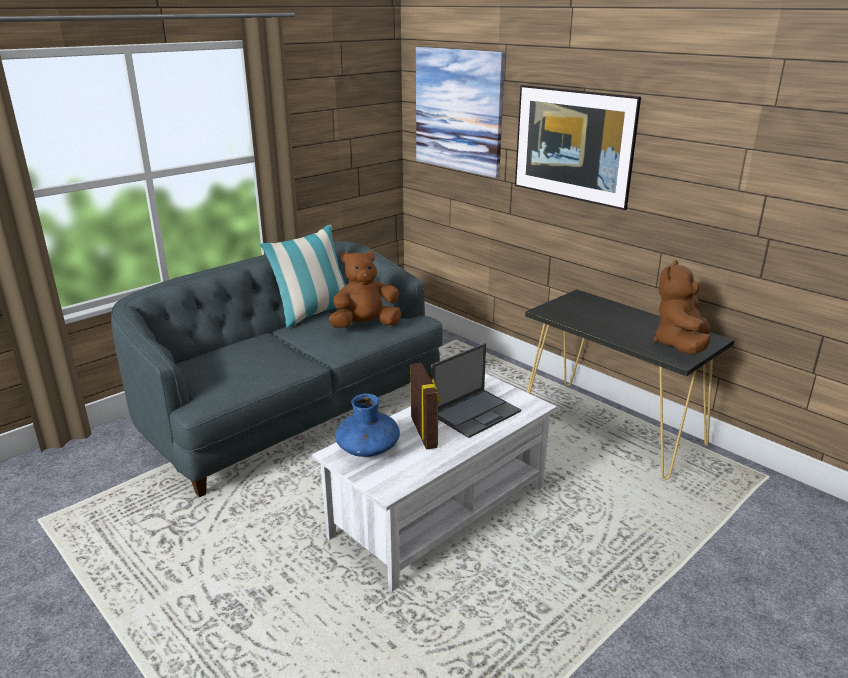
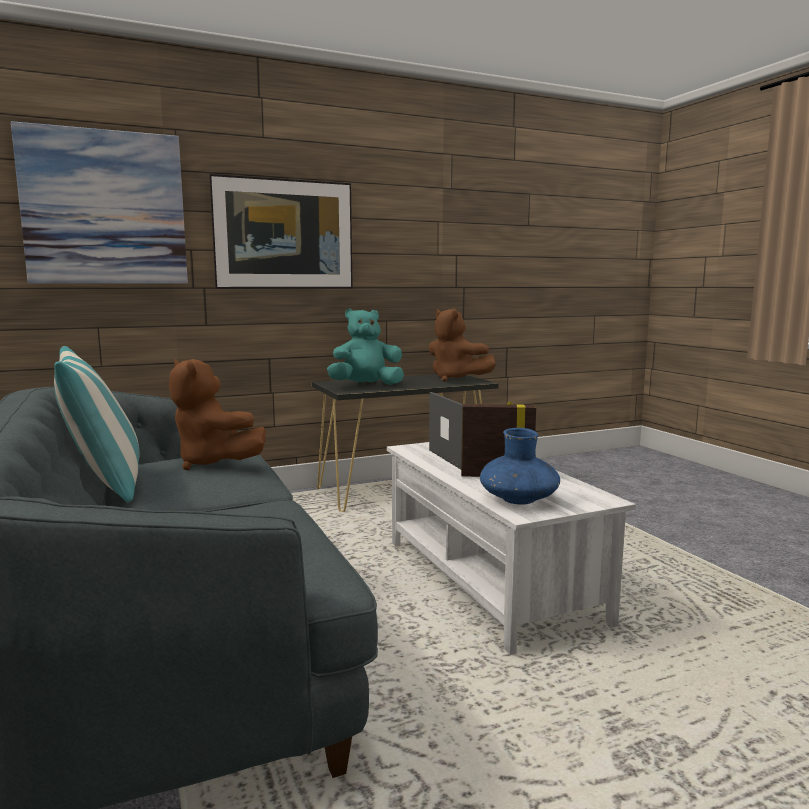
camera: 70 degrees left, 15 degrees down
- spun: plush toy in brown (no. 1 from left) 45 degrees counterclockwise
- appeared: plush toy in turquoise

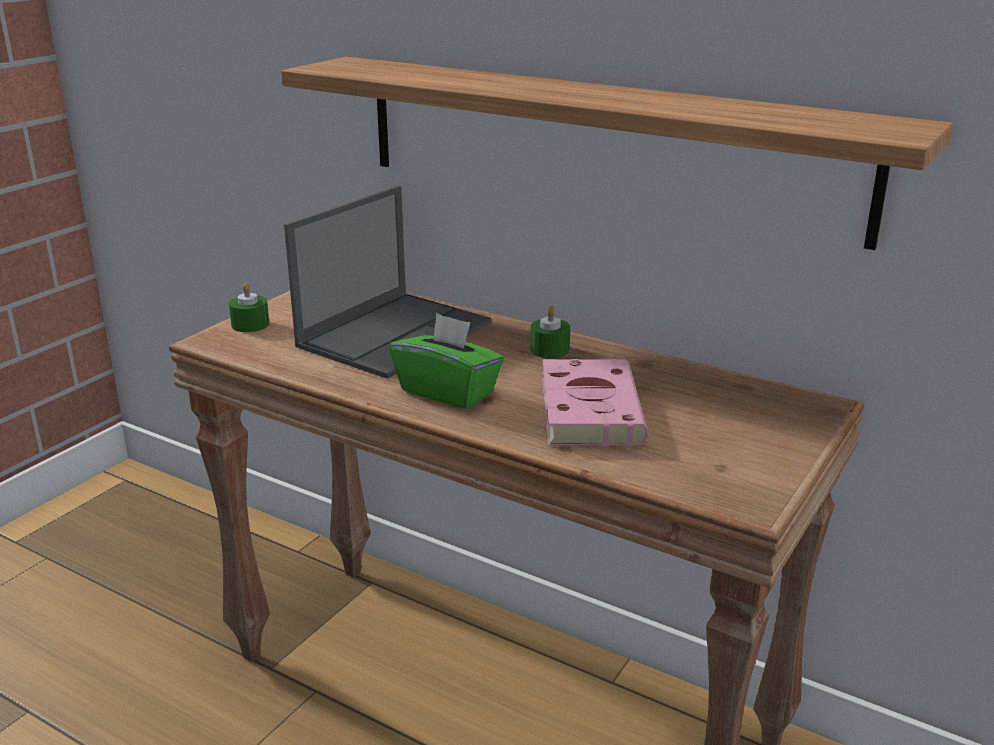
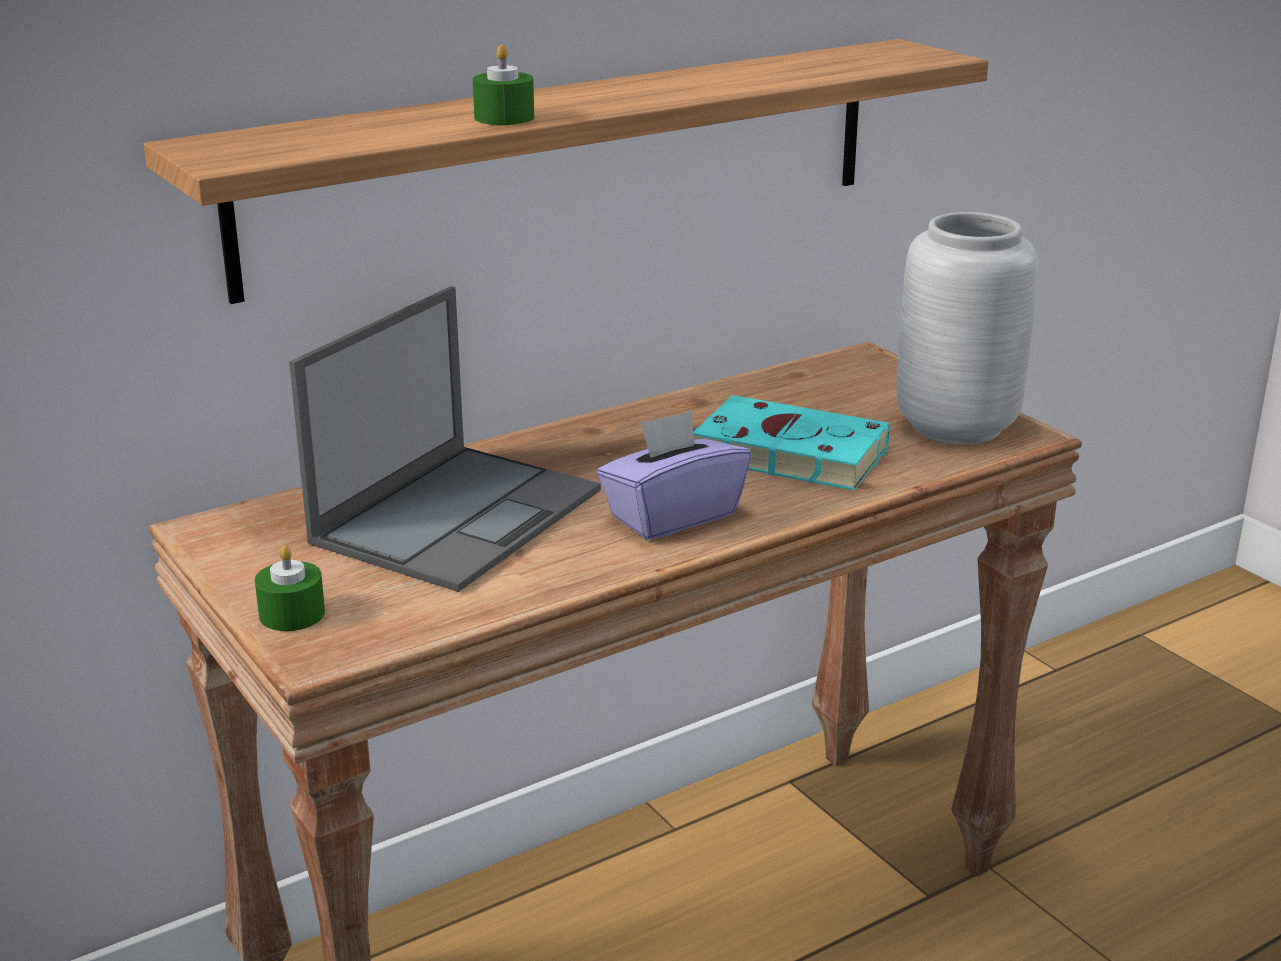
camera: 65 degrees left, 0 degrees up
- spun: laptop 60 degrees clockwise
- relocated: candle in green (no. 2 from left)
- colour: tissue box in green to tissue box in purple
- colour: book in pink to book in turquoise
- appeared: vase in grey

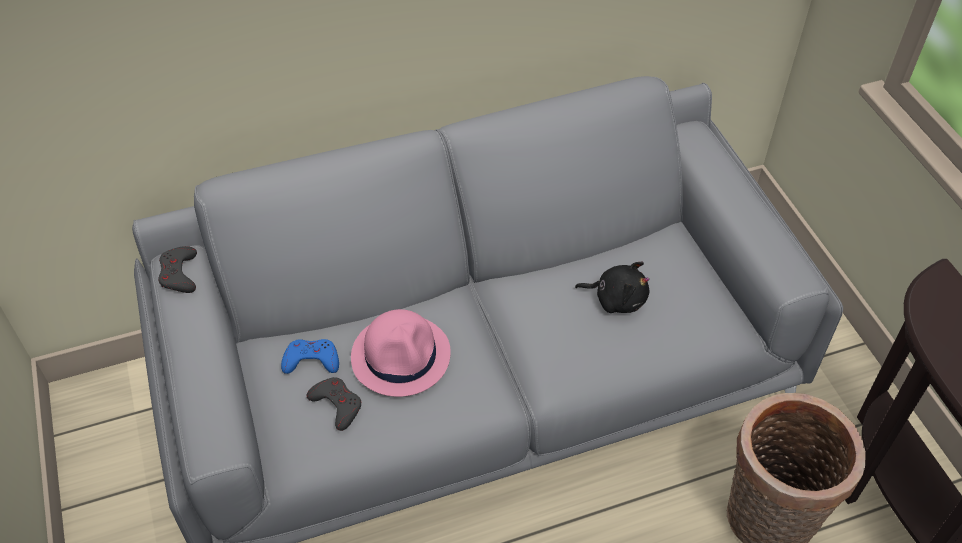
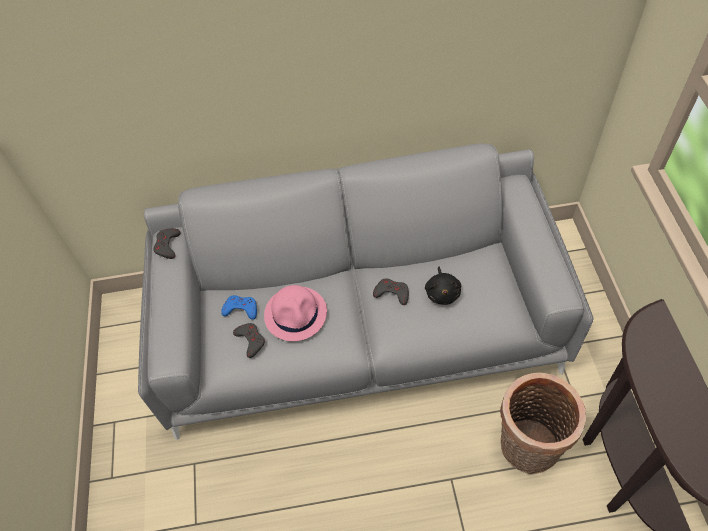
camera: 15 degrees right, 5 degrees up
- appeared: game controller in grey (no. 3 from left)
- spun: plush toy in black 60 degrees clockwise

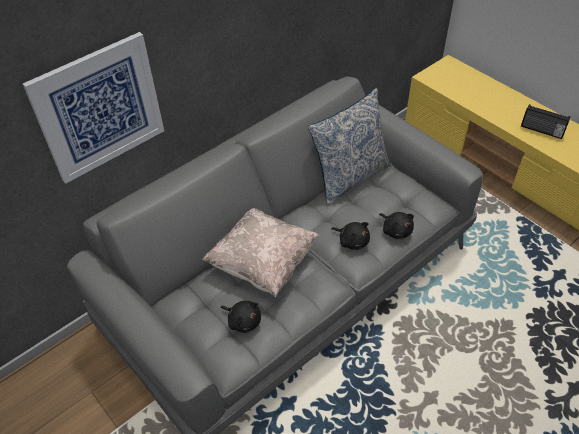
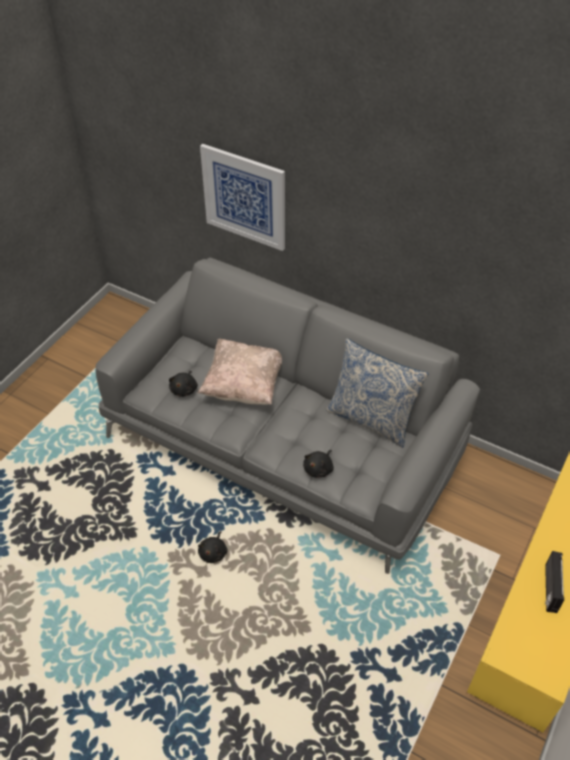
camera: 70 degrees right, 0 degrees up
- relocated: plush toy in black (no. 2 from left)

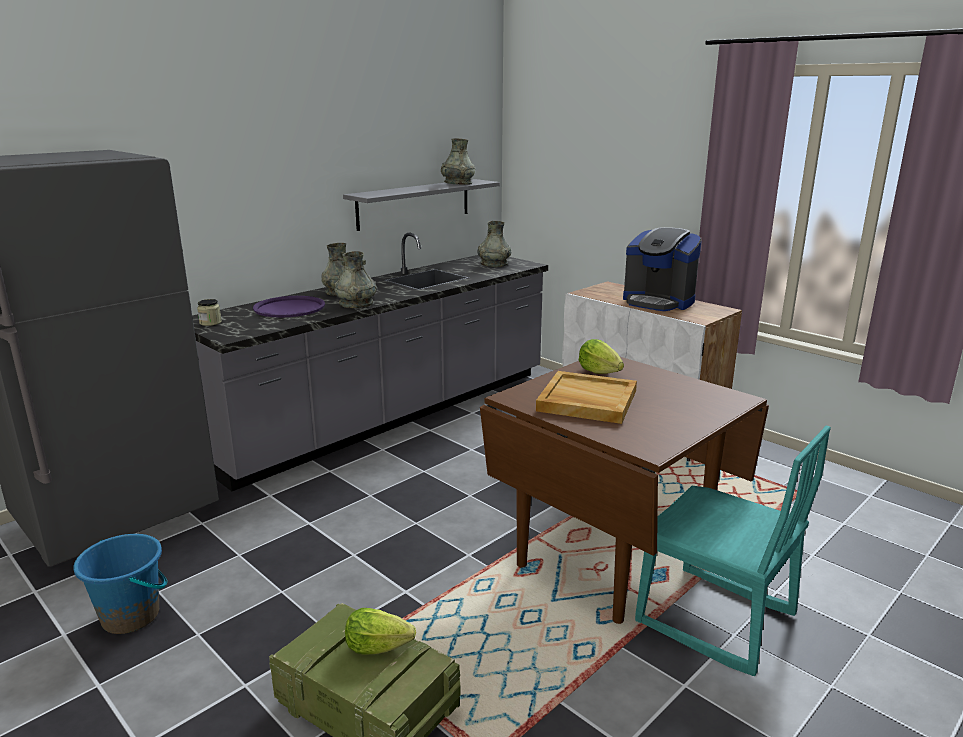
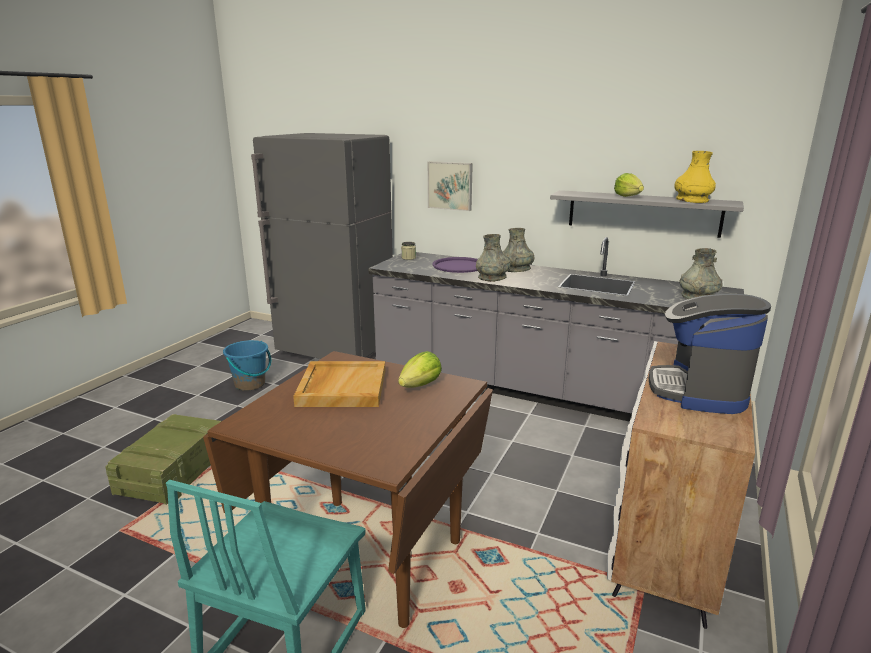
camera: 70 degrees right, 0 degrees up
- appeared: picture
- relocated: lettuce (no. 1 from left in the first image) to lettuce (no. 2 from left)
- colour: vase in grey (no. 3 from left) to vase in yellow

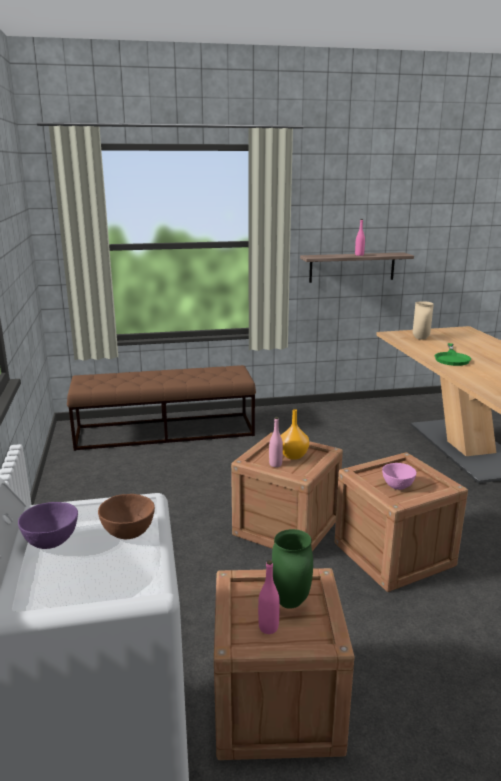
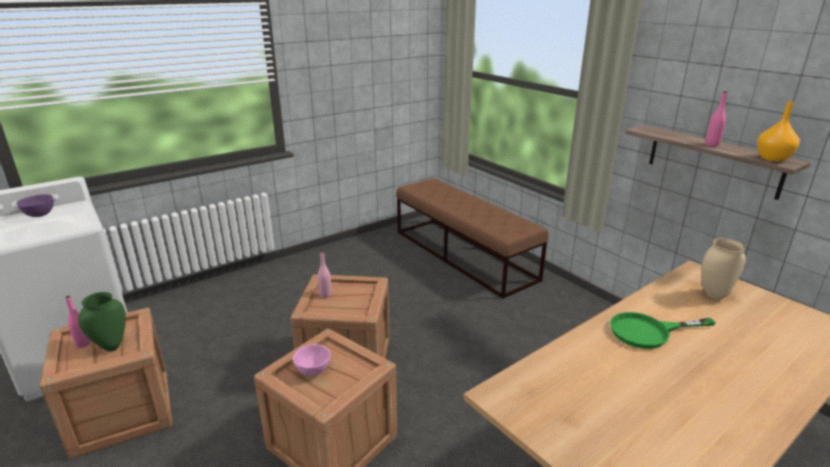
camera: 65 degrees right, 5 degrees up
- relocated: vase in orange
- missing: bowl in brown

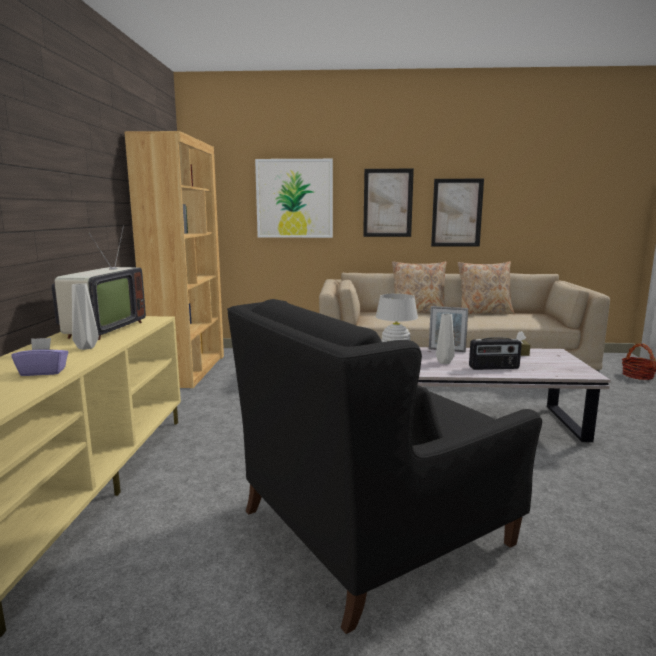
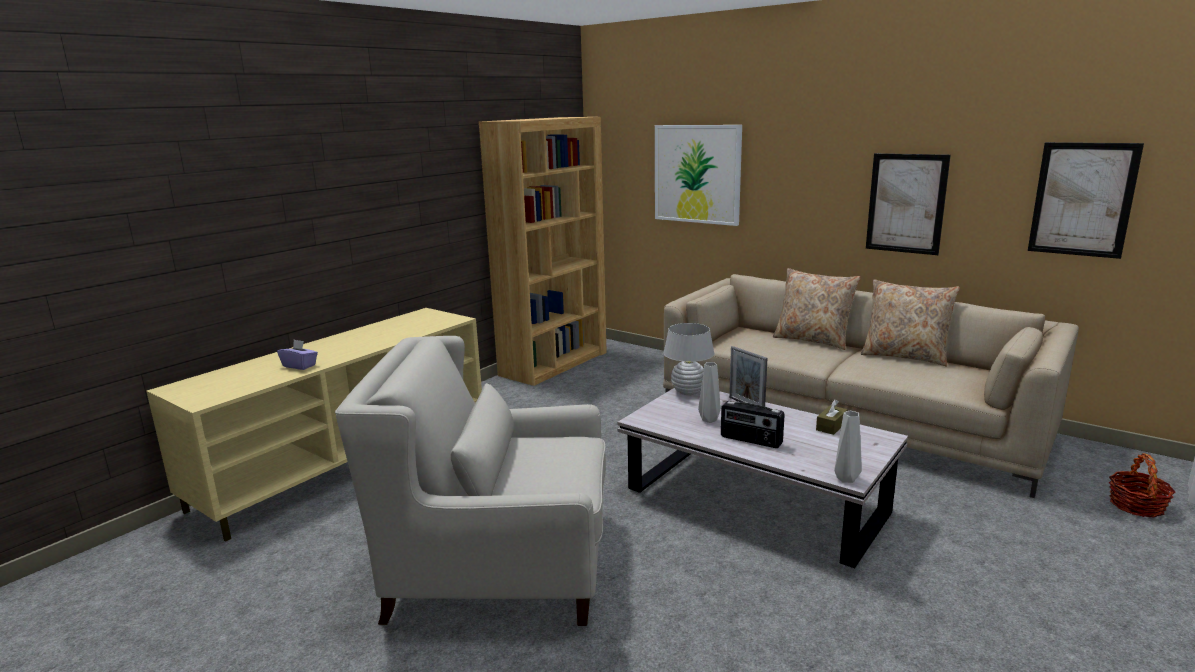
camera: 35 degrees right, 5 degrees up
- colour: armchair in black to armchair in white
- relocated: vase in grey (no. 1 from left in the first image) to vase in grey (no. 2 from left)
- relocated: picture (no. 2 from left in the first image) to picture (no. 3 from left)
- missing: television

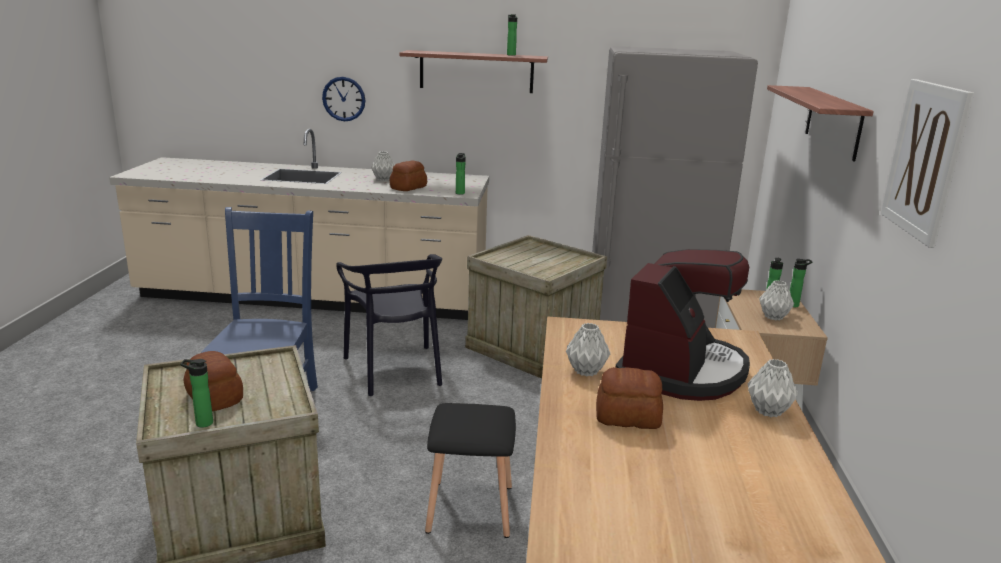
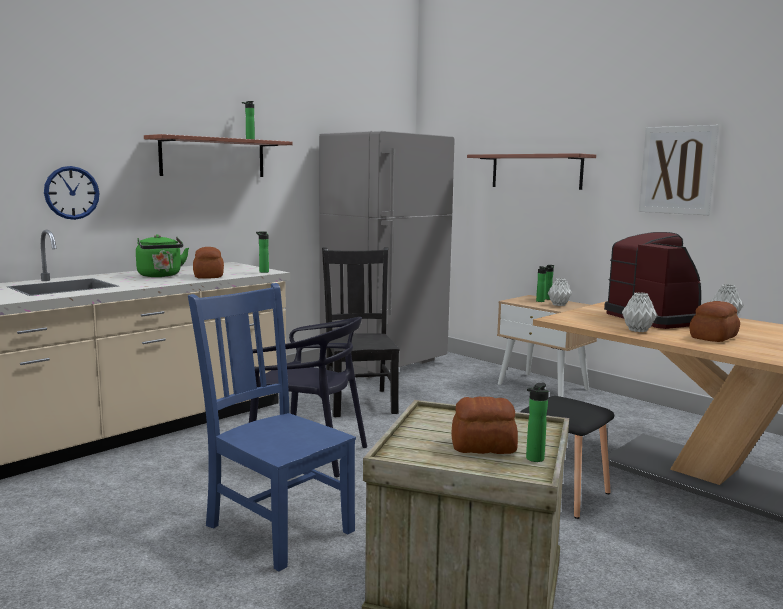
camera: 50 degrees left, 10 degrees down
- exchanged: vase in grey (no. 1 from left) to kettle in green
- exchanged: crate (no. 2 from left) to chair in black (no. 2 from left)

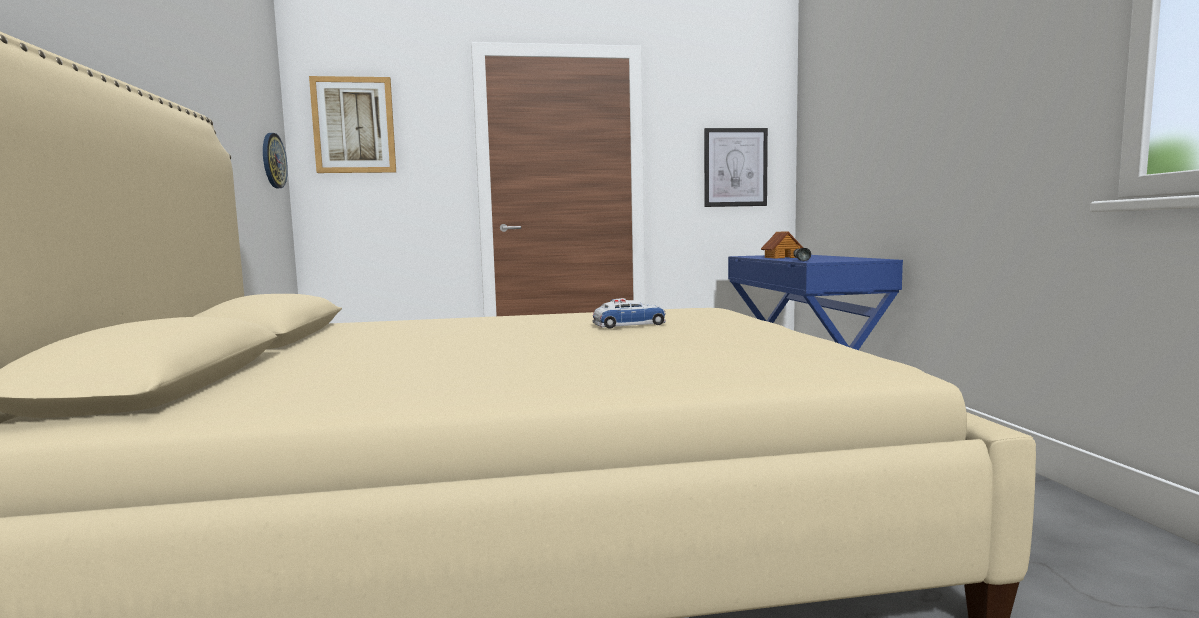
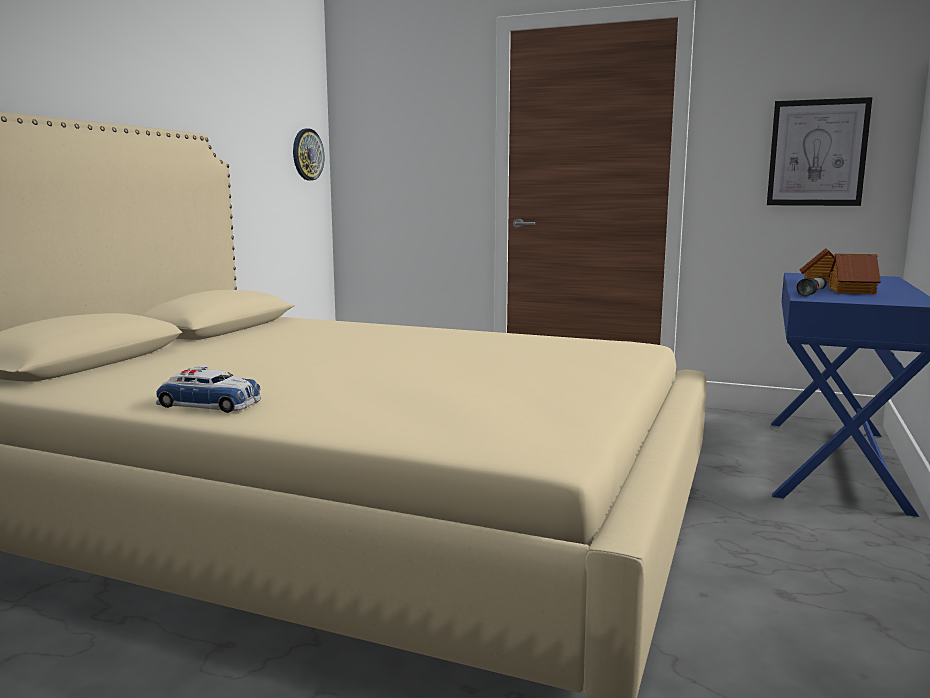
camera: 30 degrees right, 5 degrees up
- relocated: toy car
- appeared: toy house (no. 2 from left)
- missing: picture (no. 1 from left)

